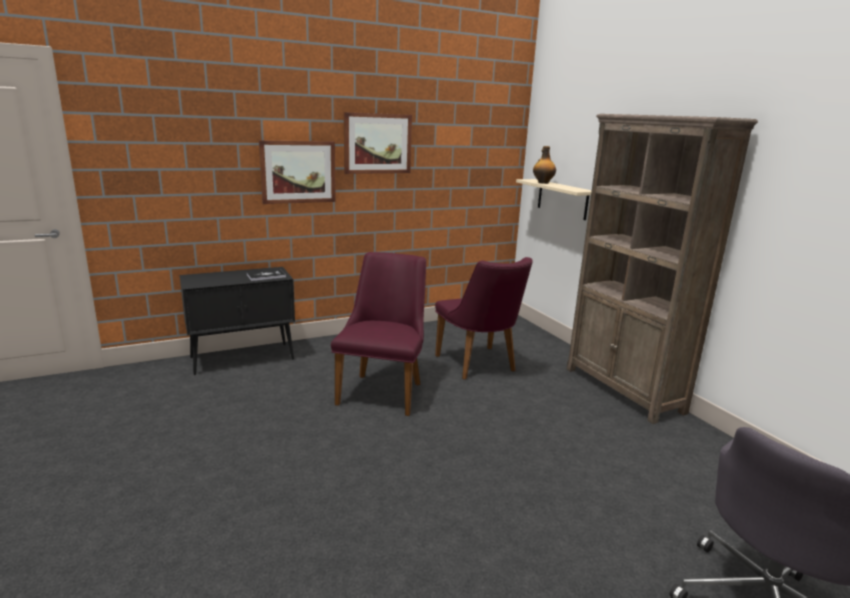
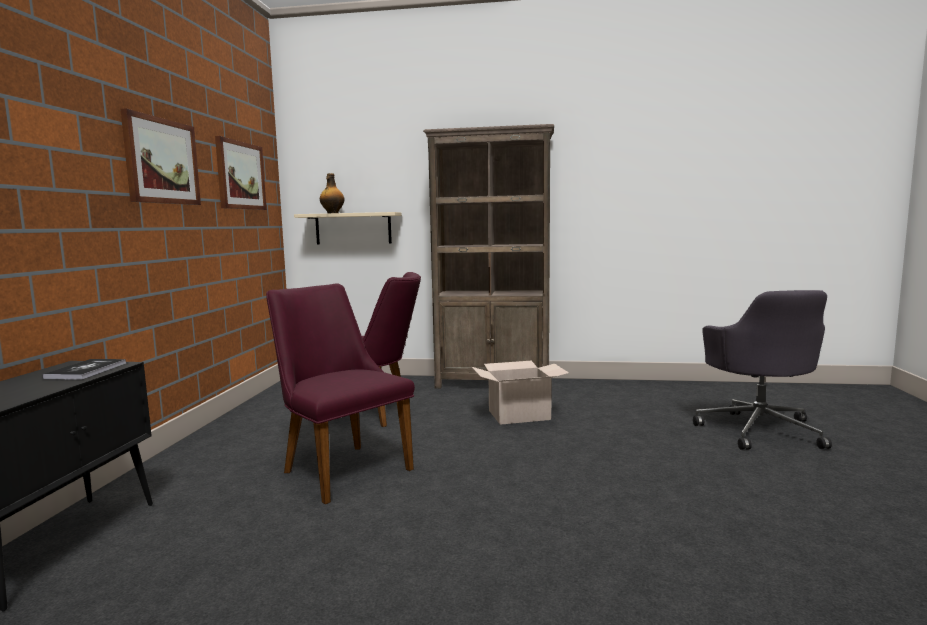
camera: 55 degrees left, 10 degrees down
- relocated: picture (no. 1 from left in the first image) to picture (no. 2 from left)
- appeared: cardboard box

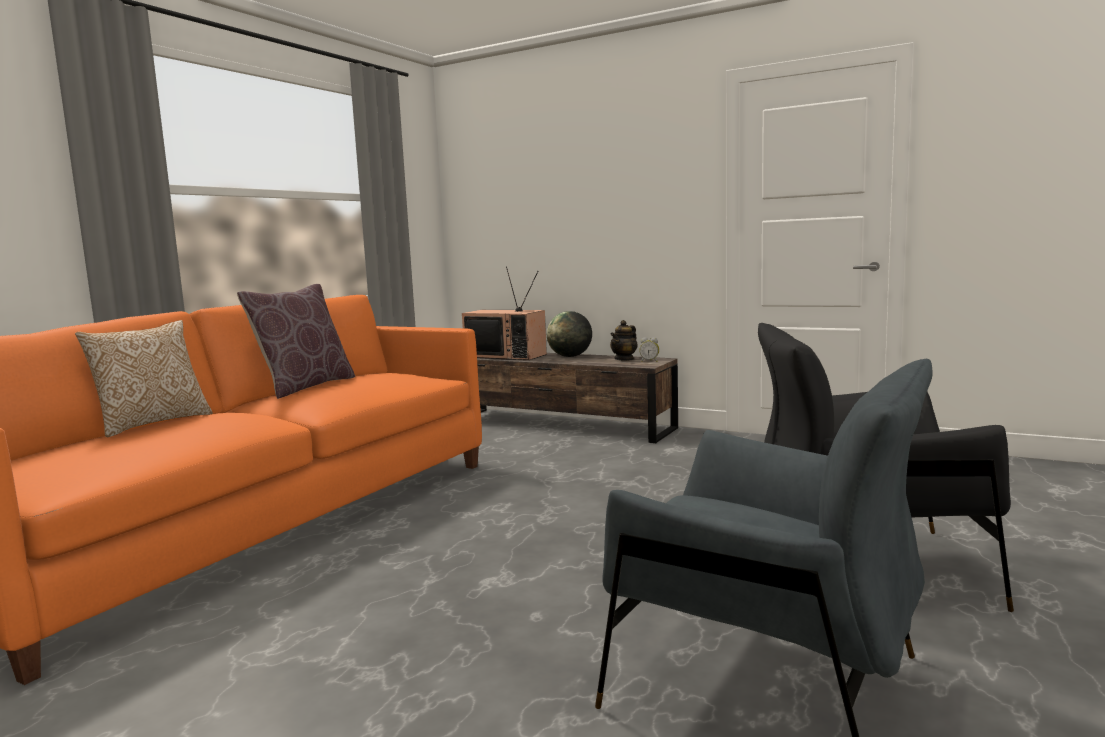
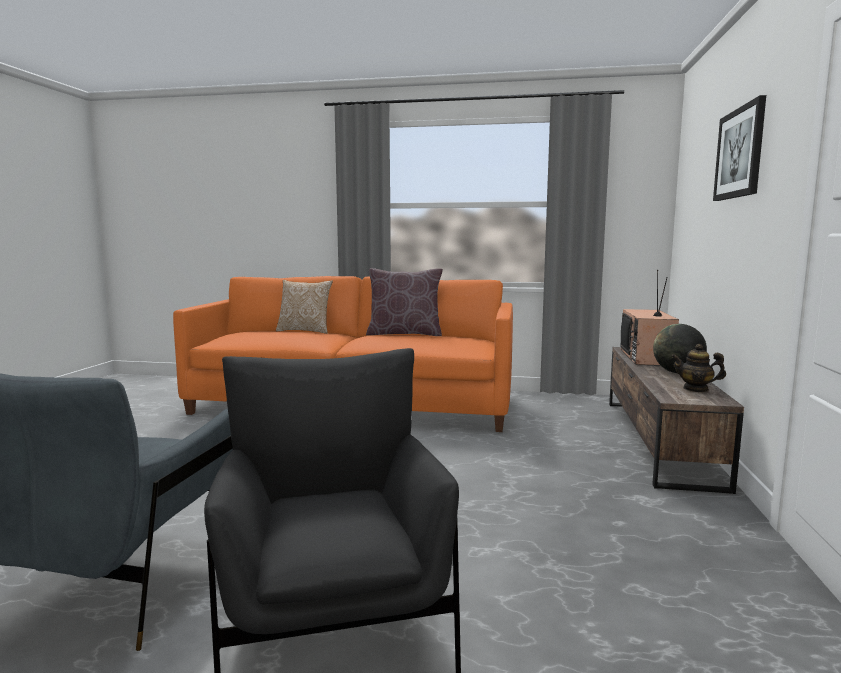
camera: 70 degrees right, 0 degrees up
- appeared: picture
- missing: alarm clock

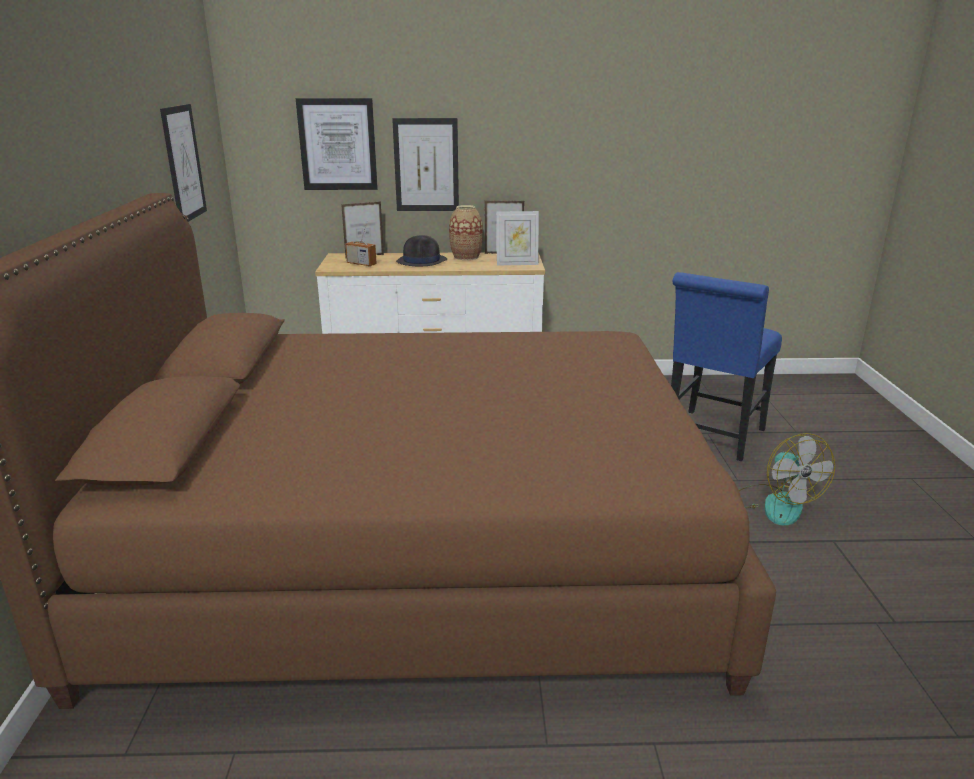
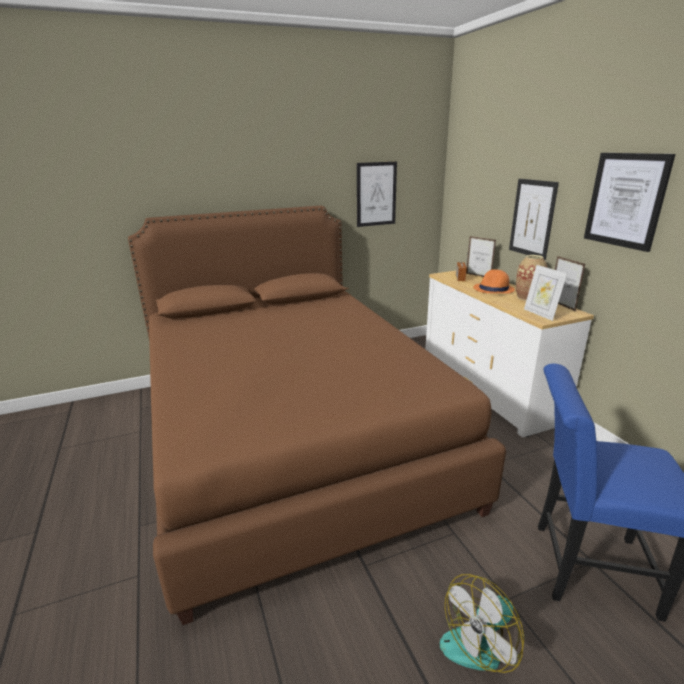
camera: 70 degrees right, 0 degrees up
- colour: hat in black to hat in orange
- relocated: picture (no. 2 from left in the first image) to picture (no. 3 from left)

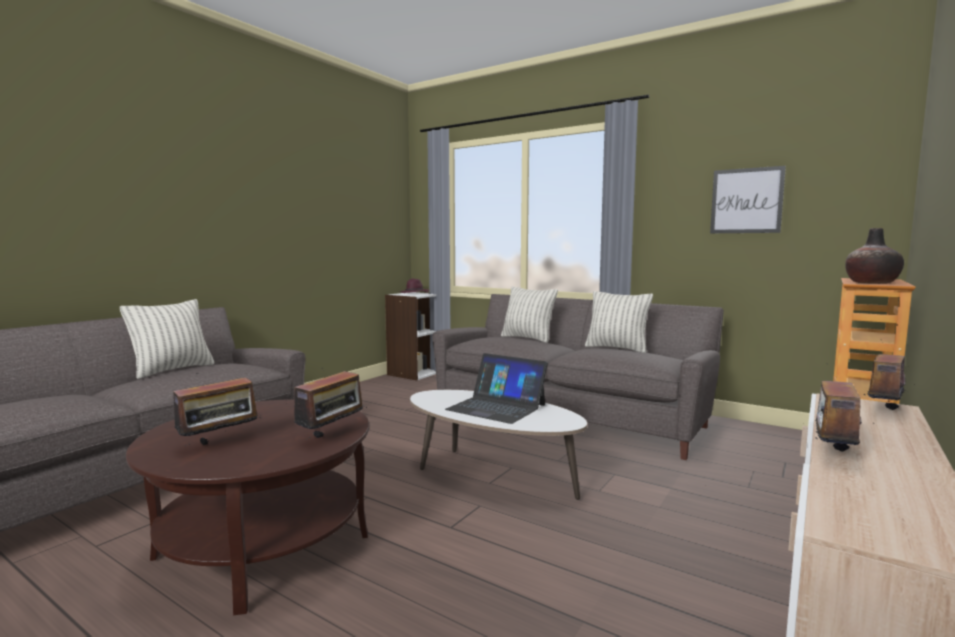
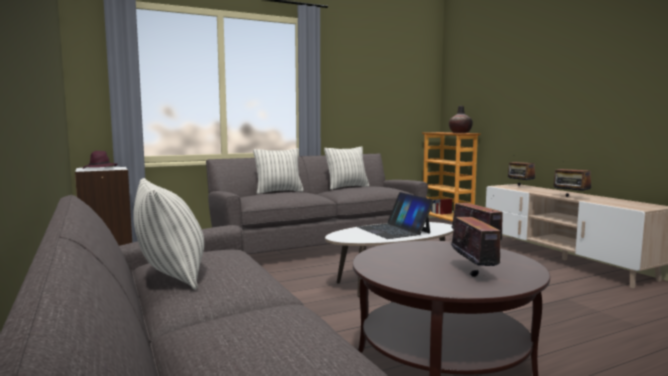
camera: 60 degrees left, 0 degrees up
- spun: laptop 90 degrees clockwise
- missing: picture

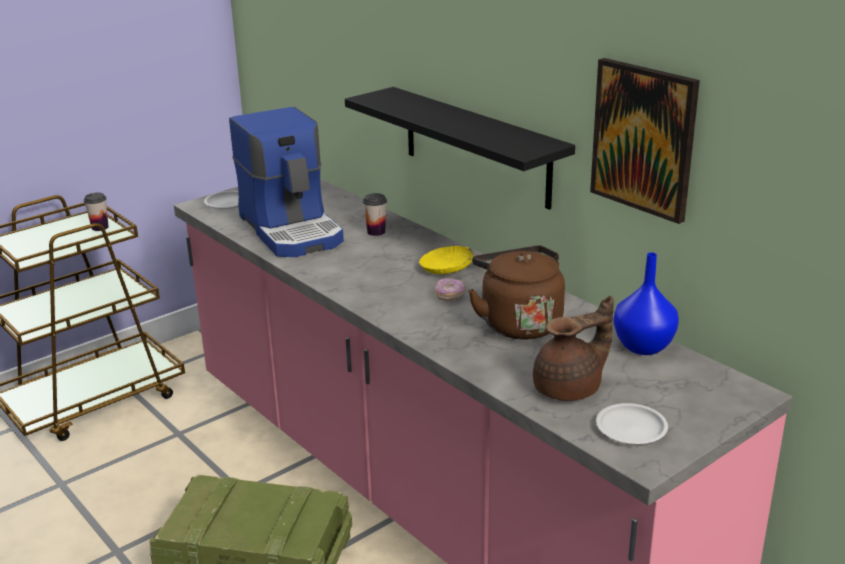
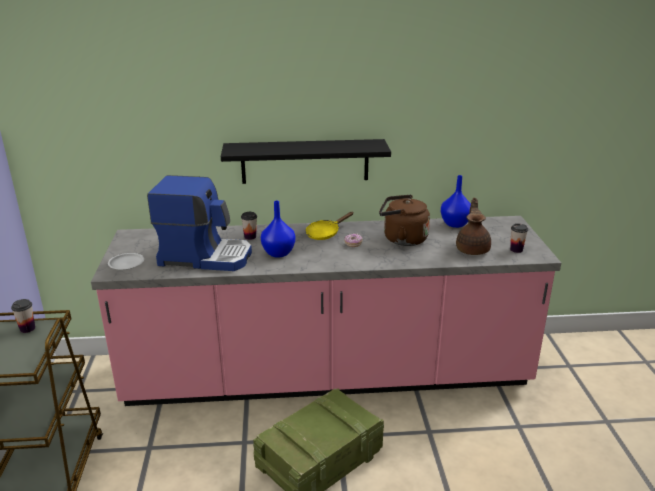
camera: 55 degrees left, 0 degrees up
- appeared: vase in blue (no. 1 from left)
- exchanged: plate in white (no. 2 from left) to cup (no. 3 from left)
- missing: picture

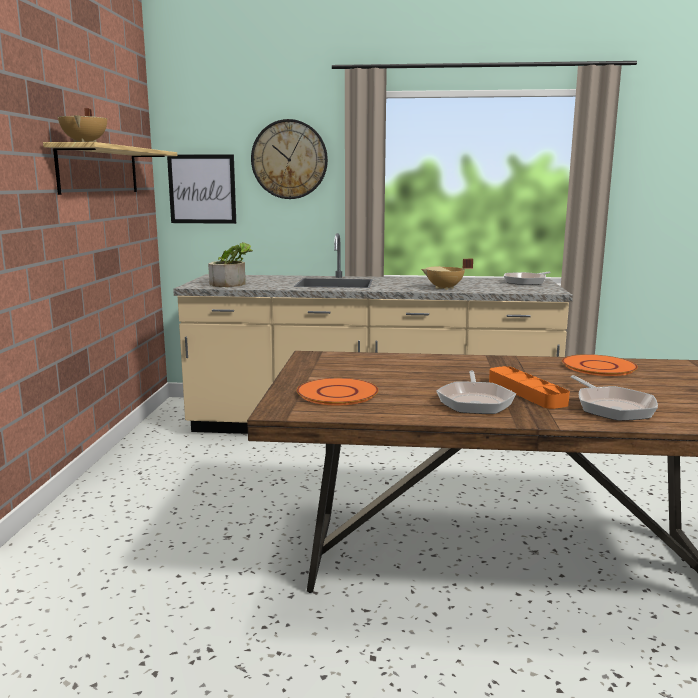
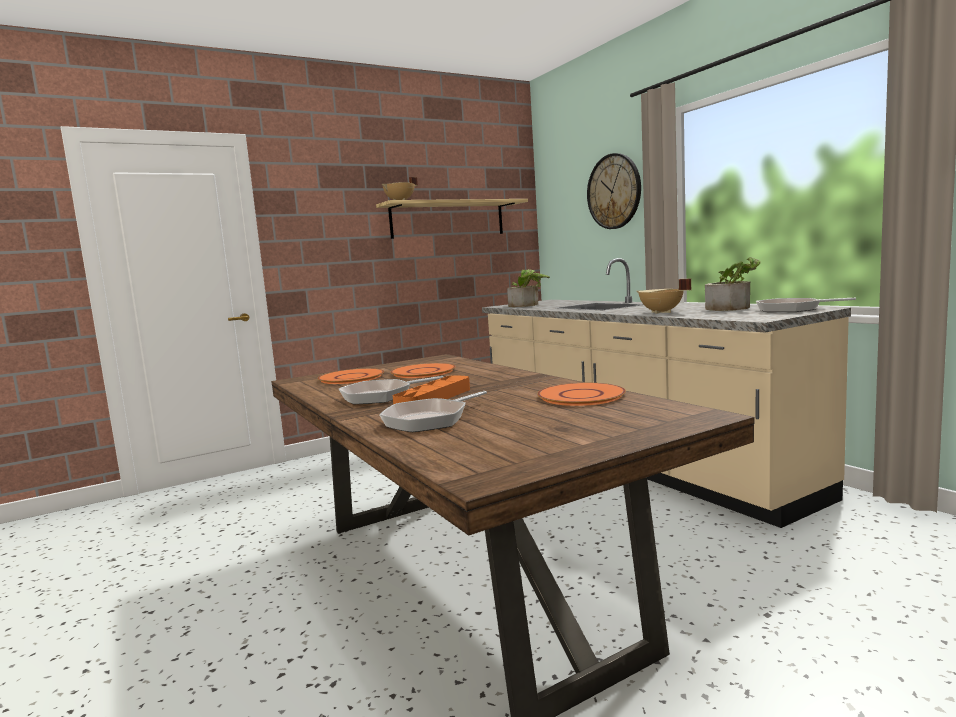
camera: 55 degrees right, 5 degrees down
- appeared: plate in orange (no. 2 from left)
- appeared: potted plant (no. 2 from left)
- missing: picture

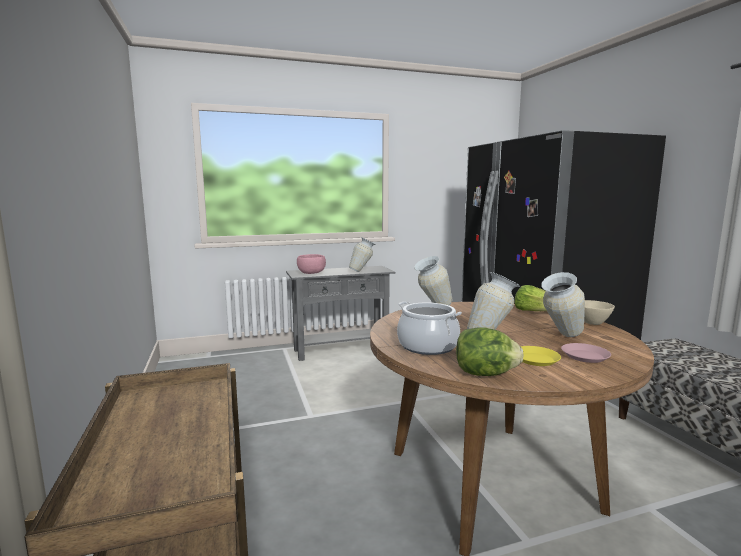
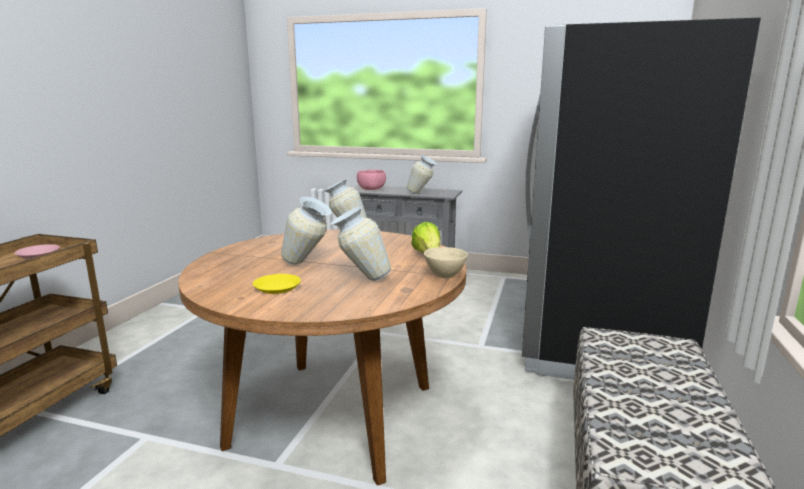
camera: 35 degrees right, 5 degrees up
- relocated: plate in pink
- missing: cooking pot
- missing: lettuce (no. 1 from left)

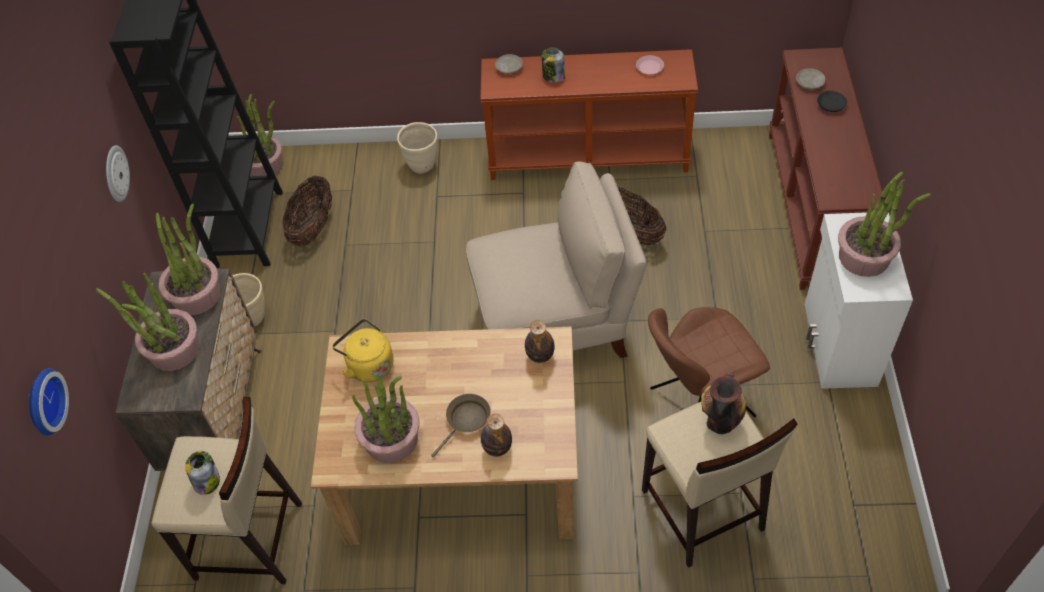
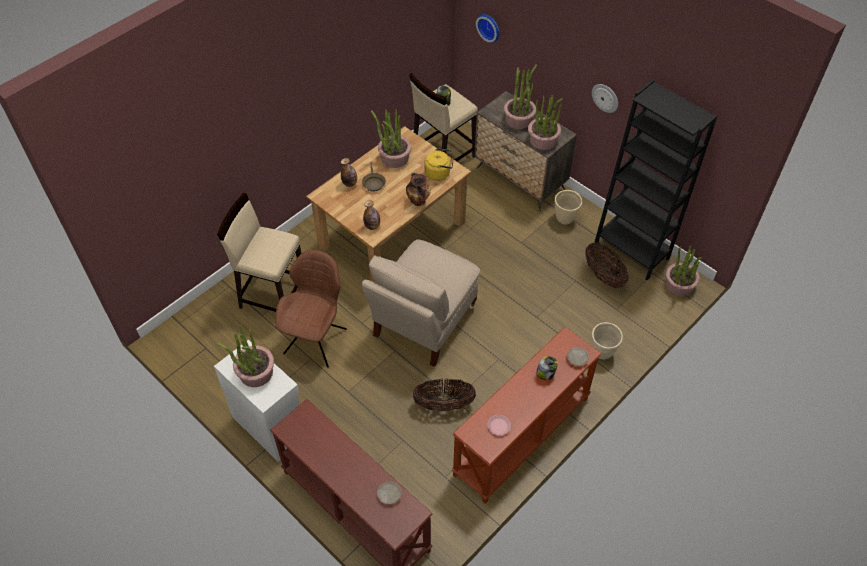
camera: 130 degrees right, 0 degrees up
- relocated: vase
- missing: plate in black

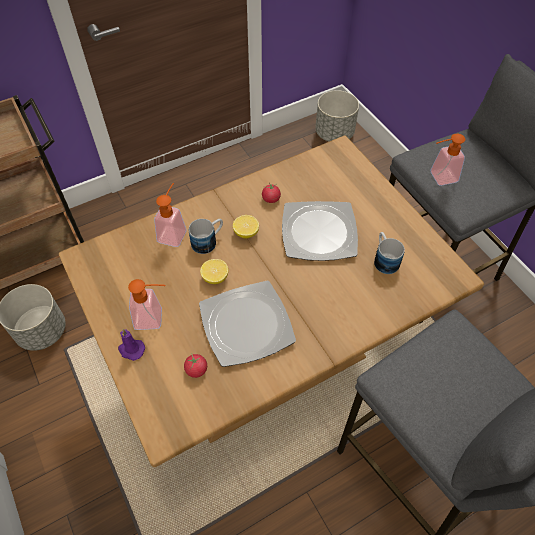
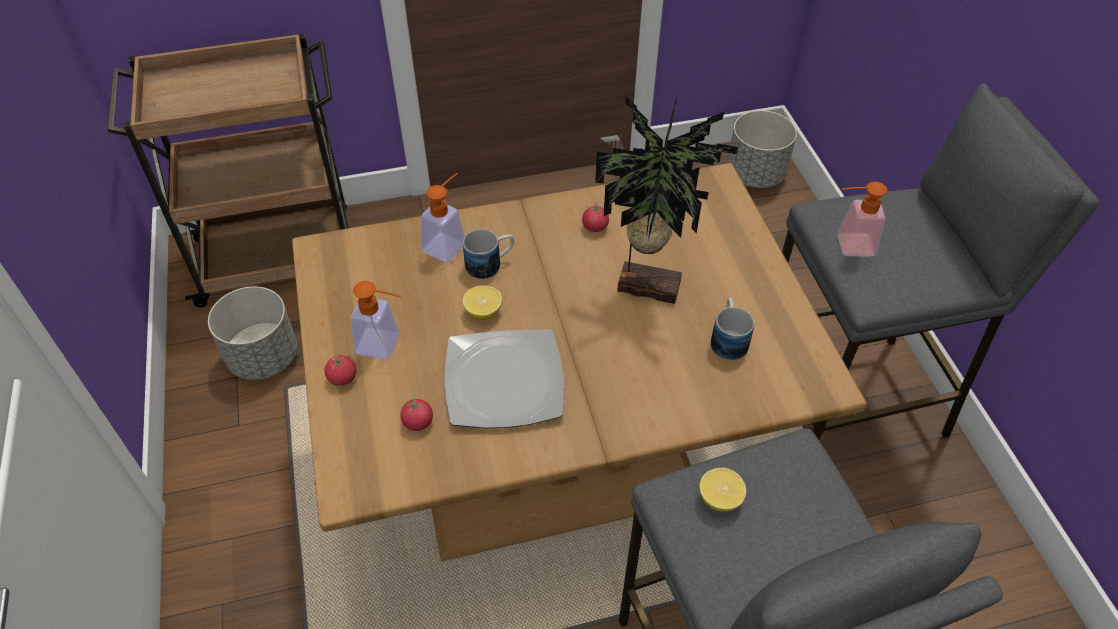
camera: 15 degrees right, 5 degrees down
- exchanged: candle in purple to tomato (no. 1 from left)
- exchanged: plate (no. 2 from left) to potted plant
- relocated: lemon (no. 2 from left)

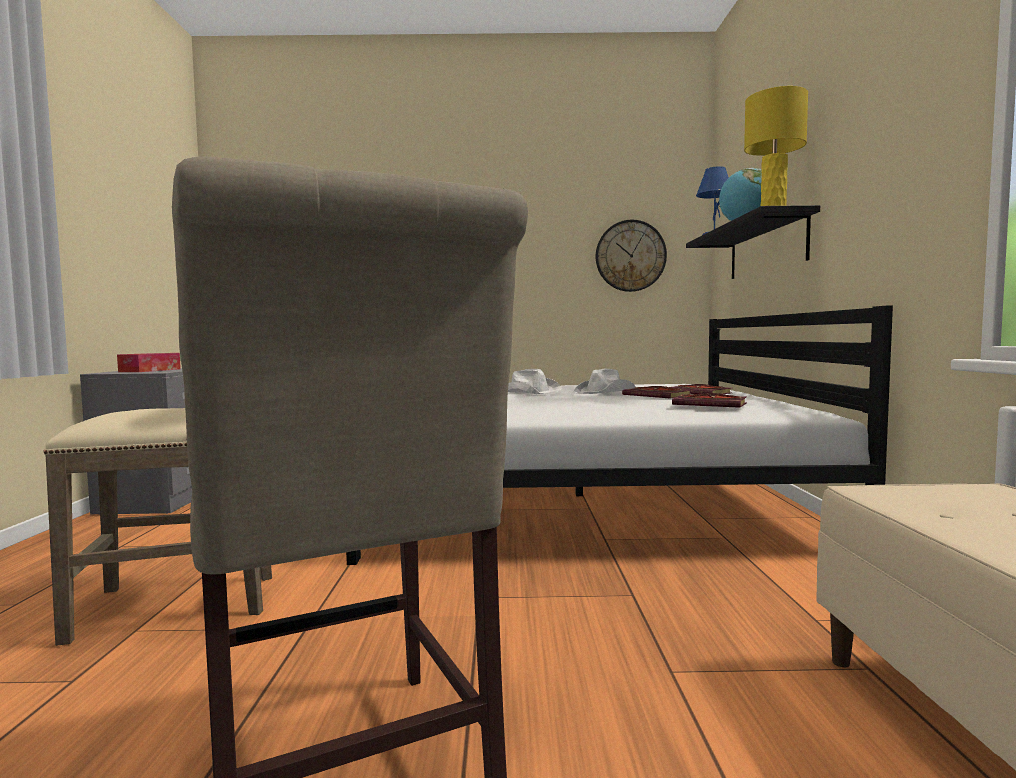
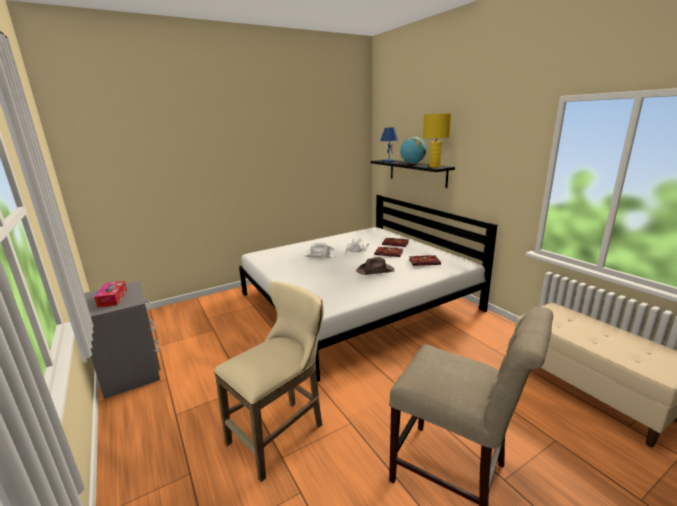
camera: 30 degrees left, 15 degrees up
- appeared: hat in brown
- missing: wall clock

